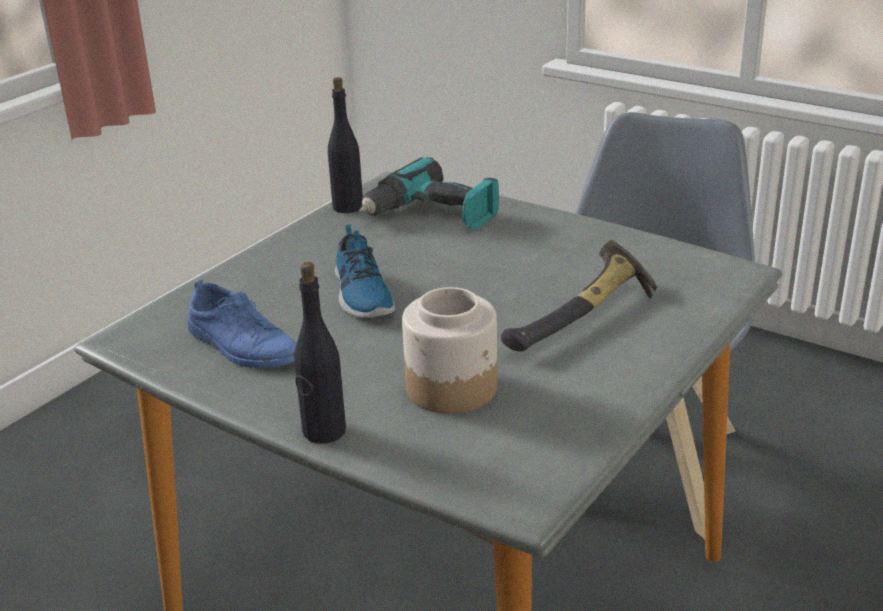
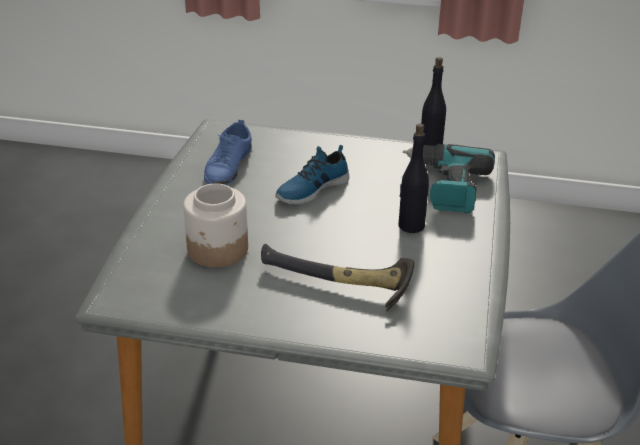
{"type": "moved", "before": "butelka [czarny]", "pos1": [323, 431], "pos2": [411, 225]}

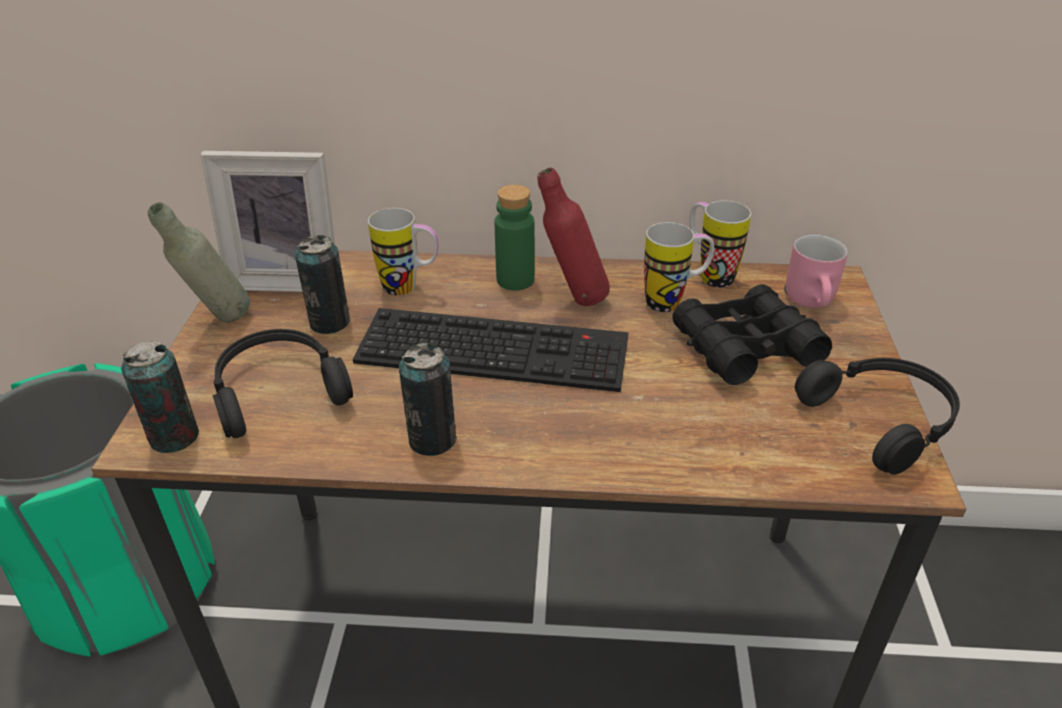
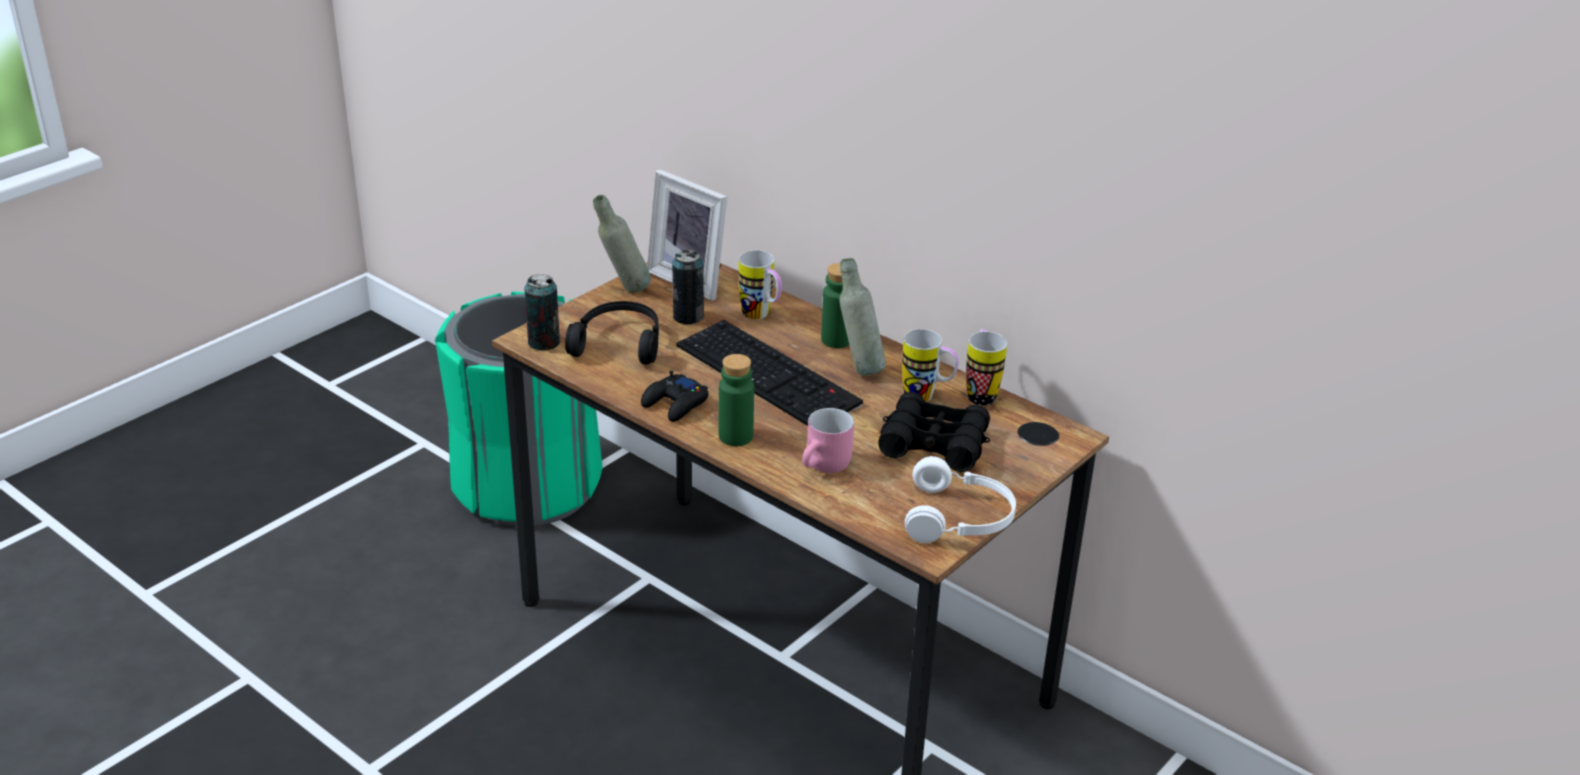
{"type": "replaced", "before": "puszka", "after": "pad do gier [czarny]", "pos1": [432, 439], "pos2": [675, 404]}
{"type": "recoloured", "before": "butelka [czerwony]", "after": "butelka [szary]", "pos1": [573, 300], "pos2": [858, 368]}
{"type": "moved", "before": "kubek [różowy]", "pos1": [814, 301], "pos2": [827, 467]}
{"type": "recoloured", "before": "słuchawki [czarny]", "after": "słuchawki [biały]", "pos1": [882, 420], "pos2": [960, 518]}
{"type": "added", "after": "butelka [zielony]", "pos2": [735, 436]}

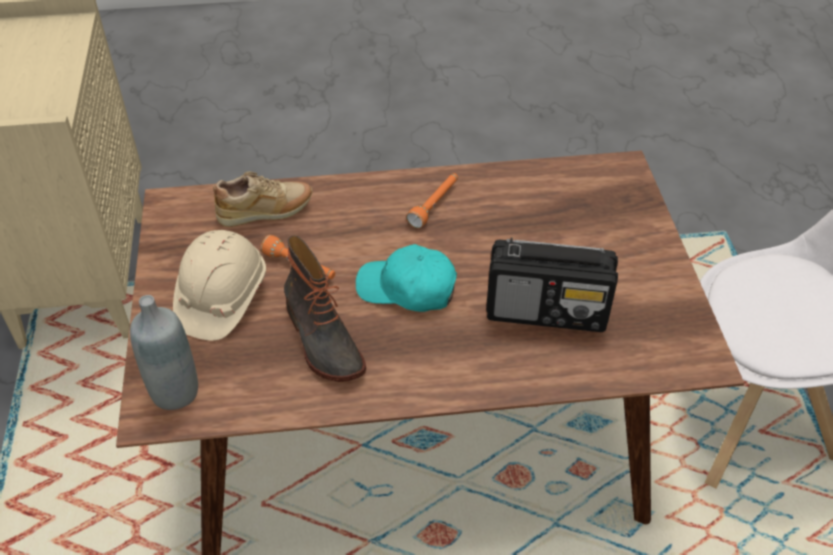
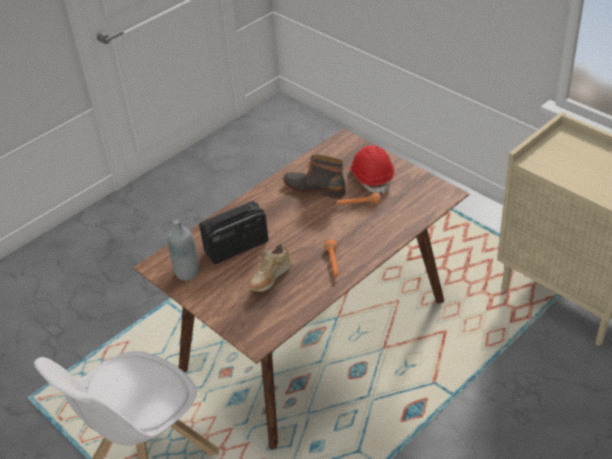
{"type": "moved", "before": "butelka [szary]", "pos1": [175, 392], "pos2": [187, 272]}
{"type": "recoloured", "before": "kask [beżowy]", "after": "kask [czerwony]", "pos1": [221, 298], "pos2": [371, 177]}
{"type": "moved", "before": "but [beżowy]", "pos1": [266, 213], "pos2": [270, 279]}
{"type": "removed", "before": "czapka z daszkiem [turkusowy]", "pos1": [407, 289]}

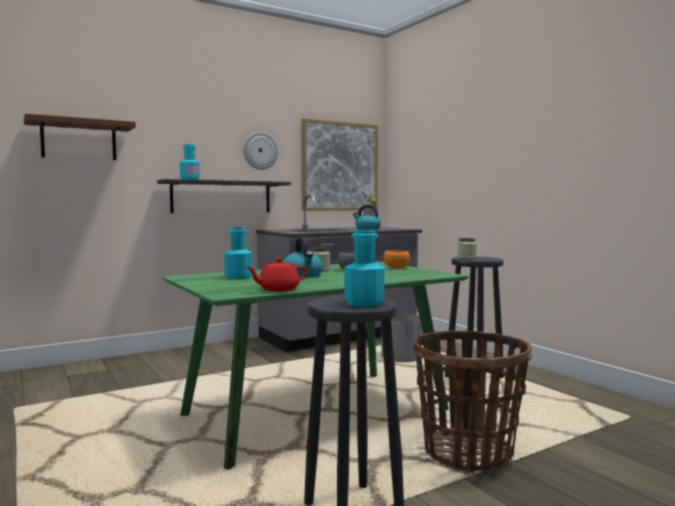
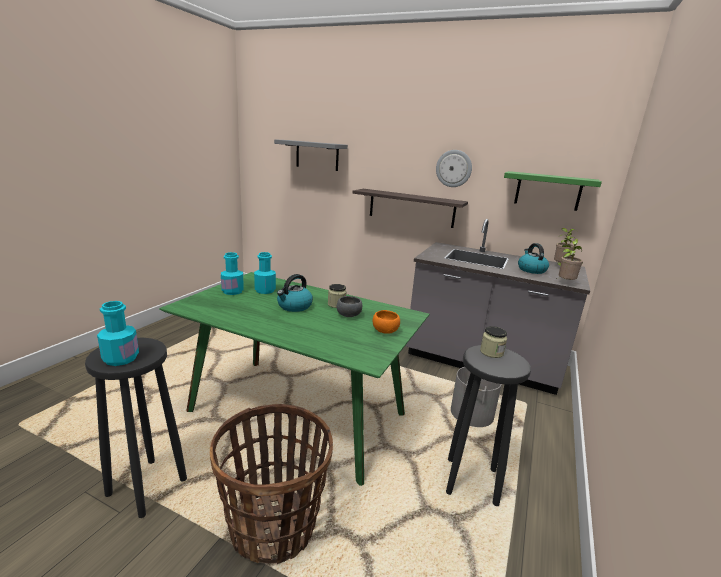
{"type": "recoloured", "before": "półka [brązowy]", "after": "półka [szary]", "pos1": [79, 140], "pos2": [317, 155]}
{"type": "moved", "before": "butelka [turkusowy]", "pos1": [190, 179], "pos2": [232, 291]}
{"type": "removed", "before": "imbryk [czerwony]", "pos1": [278, 289]}
{"type": "replaced", "before": "obraz", "after": "półka [zielony]", "pos1": [340, 166], "pos2": [548, 191]}
{"type": "added", "after": "roślina doniczkowa", "pos2": [564, 283]}

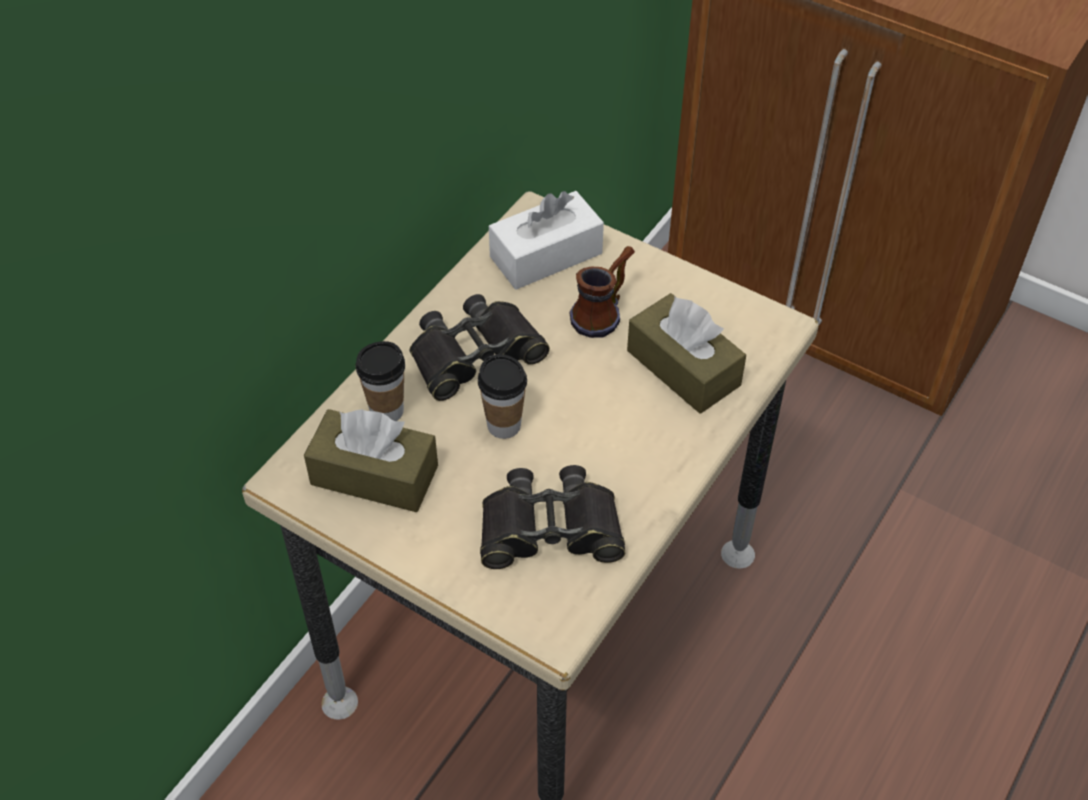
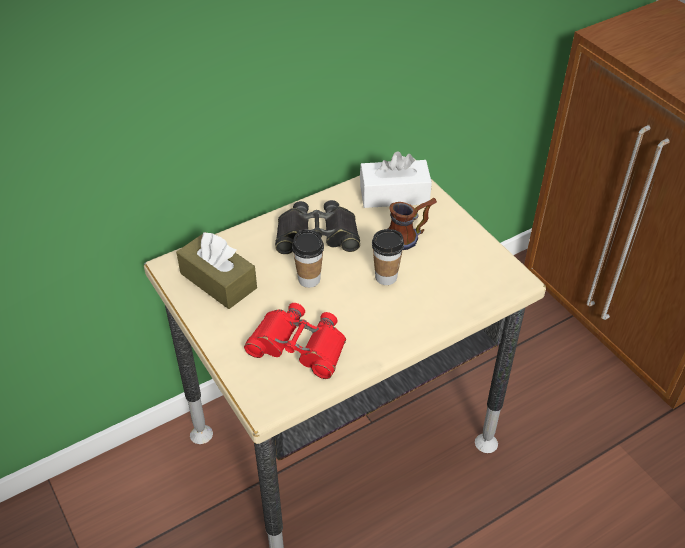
{"type": "moved", "before": "filiżanka", "pos1": [387, 411], "pos2": [386, 277]}
{"type": "recoloured", "before": "lornetka [czarny]", "after": "lornetka [czerwony]", "pos1": [550, 529], "pos2": [299, 346]}
{"type": "removed", "before": "pudełko chusteczek [brązowy]", "pos1": [683, 368]}

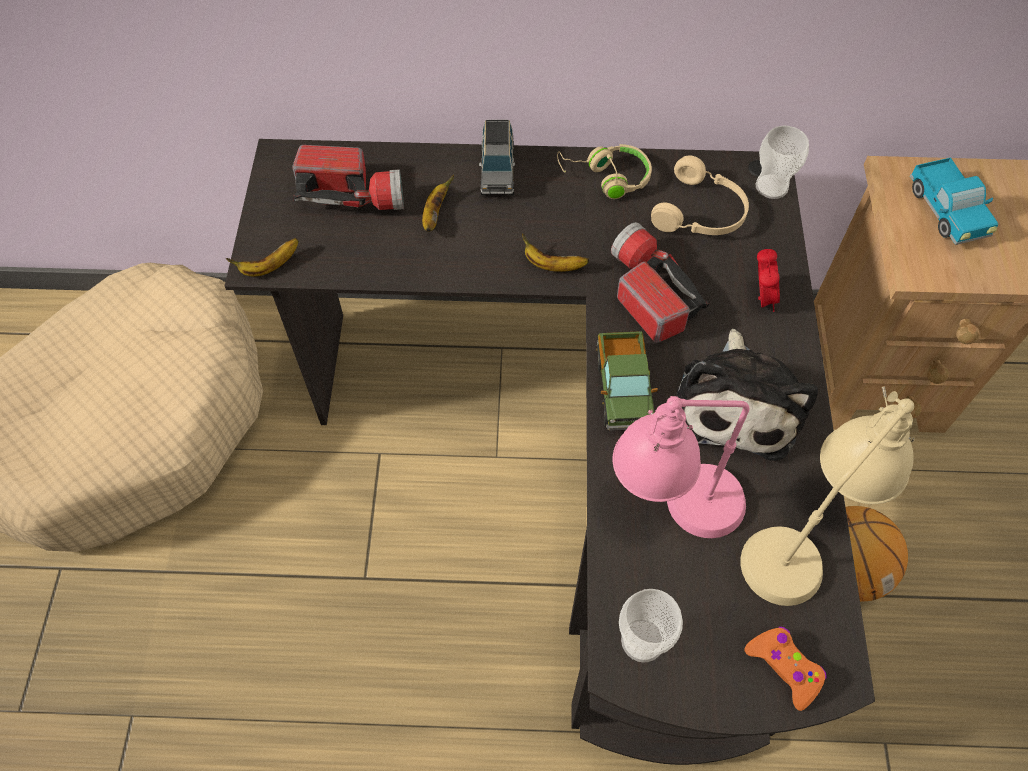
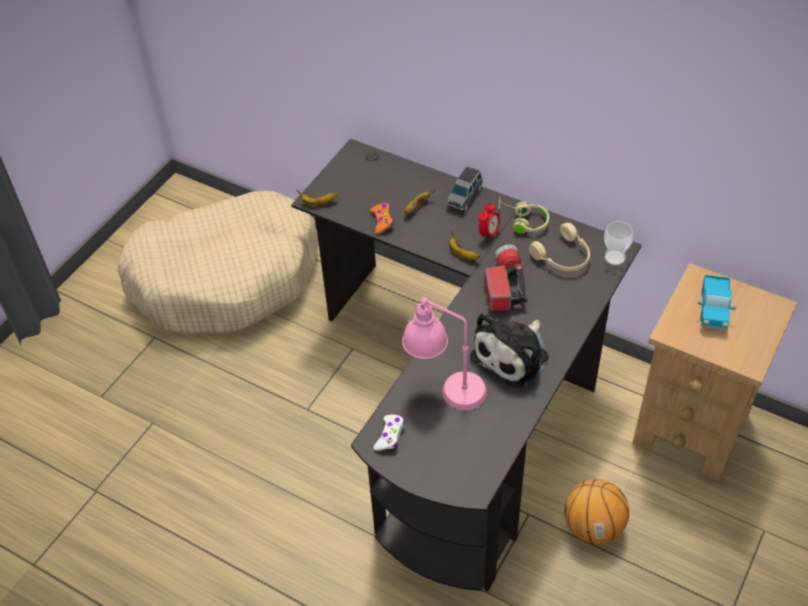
{"type": "removed", "before": "latarka", "pos1": [353, 194]}
{"type": "removed", "before": "ciężarówka zabawkowa", "pos1": [623, 388]}
{"type": "replaced", "before": "filiżanka", "after": "pad do gier [biały]", "pos1": [642, 640], "pos2": [390, 435]}
{"type": "removed", "before": "lampa stołowa [beżowy]", "pos1": [802, 540]}
{"type": "moved", "before": "pad do gier [pomarańczowy]", "pos1": [784, 667], "pos2": [382, 221]}
{"type": "moved", "before": "budzik", "pos1": [761, 298], "pos2": [488, 234]}

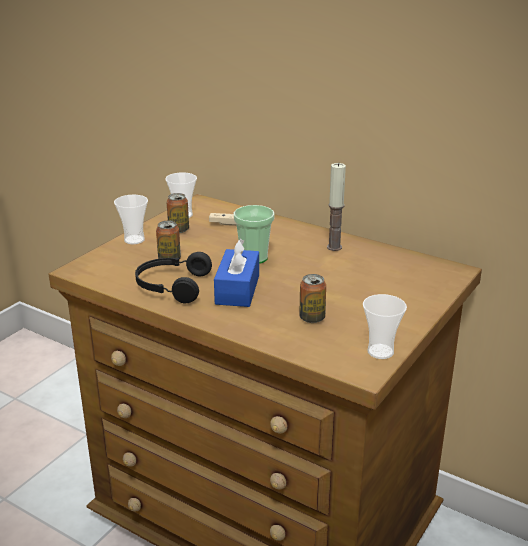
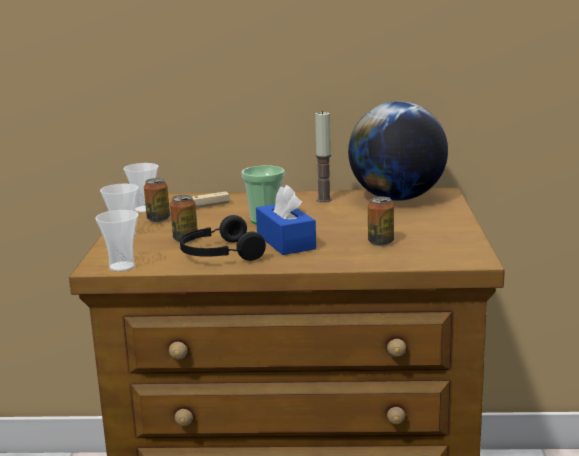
{"type": "moved", "before": "filiżanka", "pos1": [380, 351], "pos2": [122, 267]}
{"type": "added", "after": "globus", "pos2": [397, 198]}

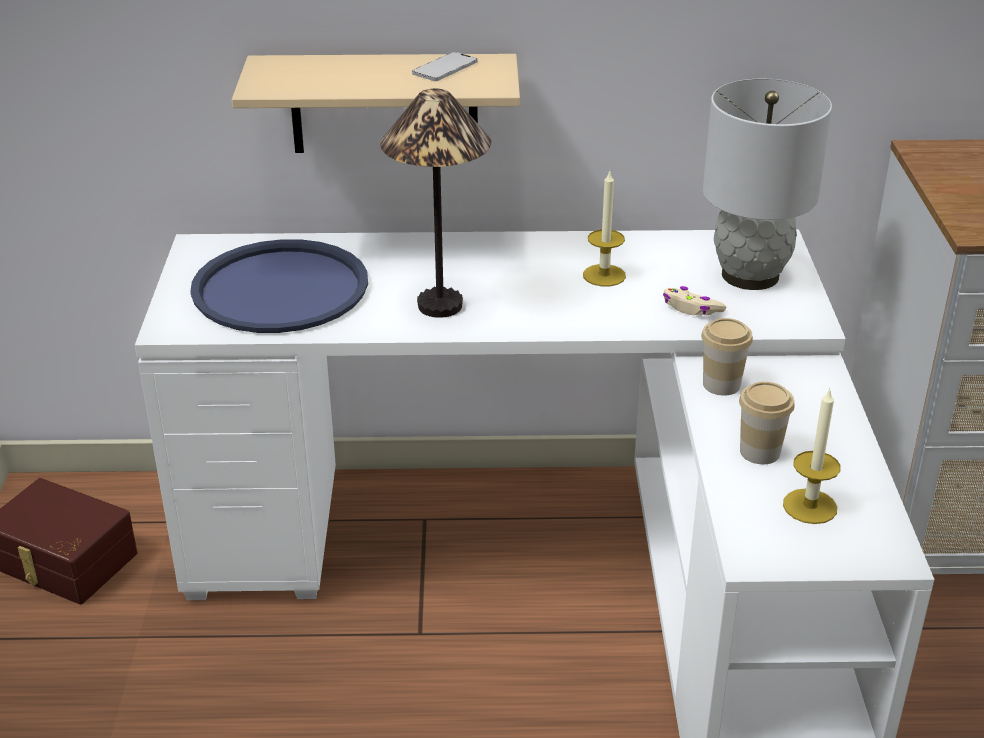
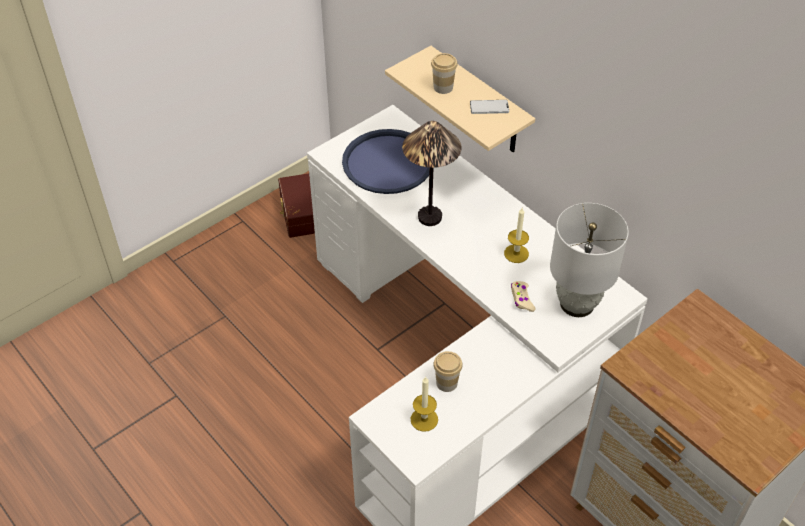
{"type": "moved", "before": "filiżanka", "pos1": [721, 384], "pos2": [443, 87]}

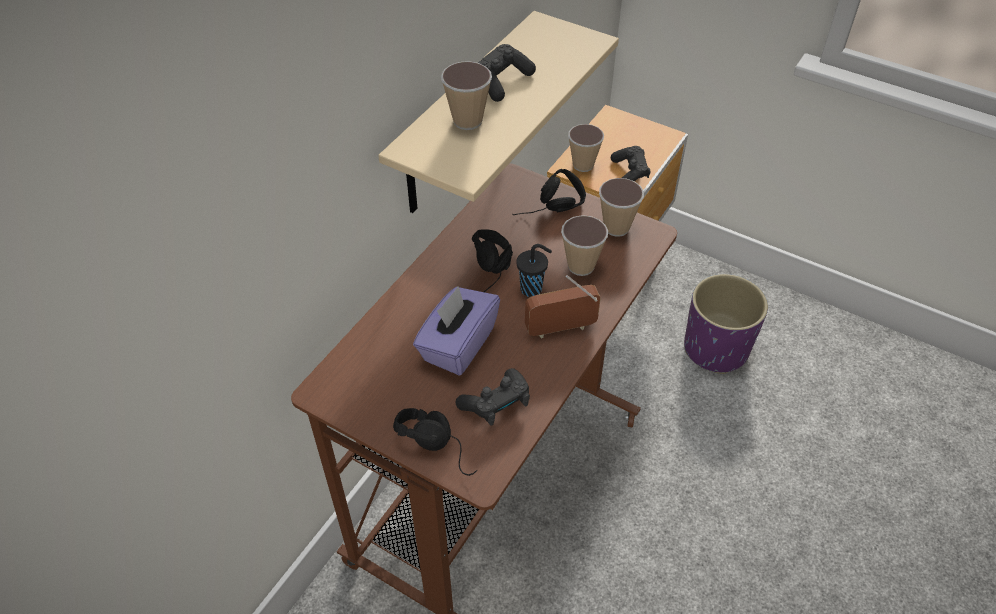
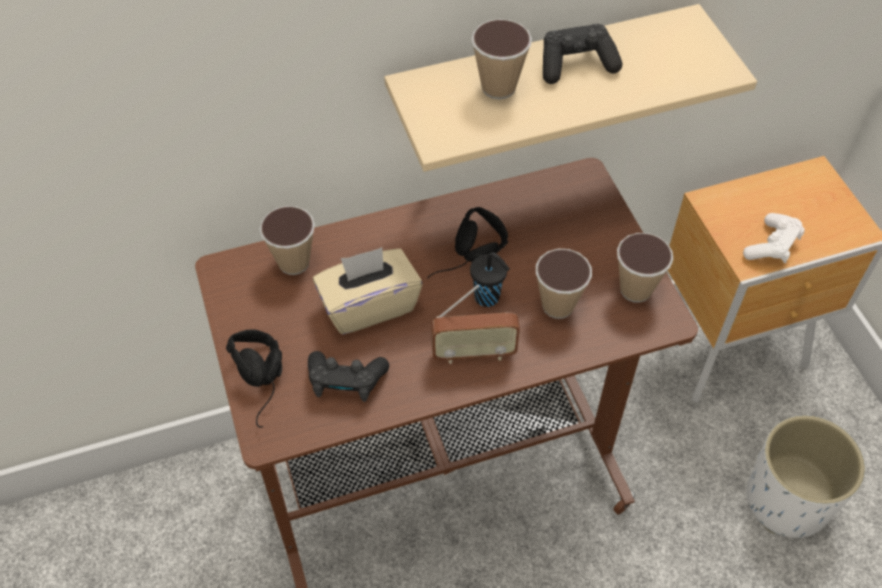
{"type": "recoloured", "before": "pudełko chusteczek [fioletowy]", "after": "pudełko chusteczek [beżowy]", "pos1": [457, 345], "pos2": [369, 305]}
{"type": "removed", "before": "słuchawki [czarny]", "pos1": [551, 211]}
{"type": "turned", "before": "radio", "pos1": [561, 329], "pos2": [474, 353], "turn": 150}
{"type": "moved", "before": "filiżanka", "pos1": [583, 165], "pos2": [294, 262]}
{"type": "recoloured", "before": "pad do gier [czarny]", "after": "pad do gier [biały]", "pos1": [629, 173], "pos2": [772, 246]}
{"type": "recoloured", "before": "donica [fioletowy]", "after": "donica [biały]", "pos1": [715, 348], "pos2": [787, 500]}

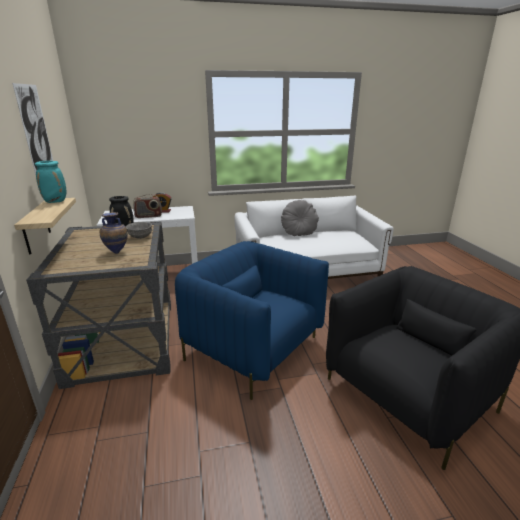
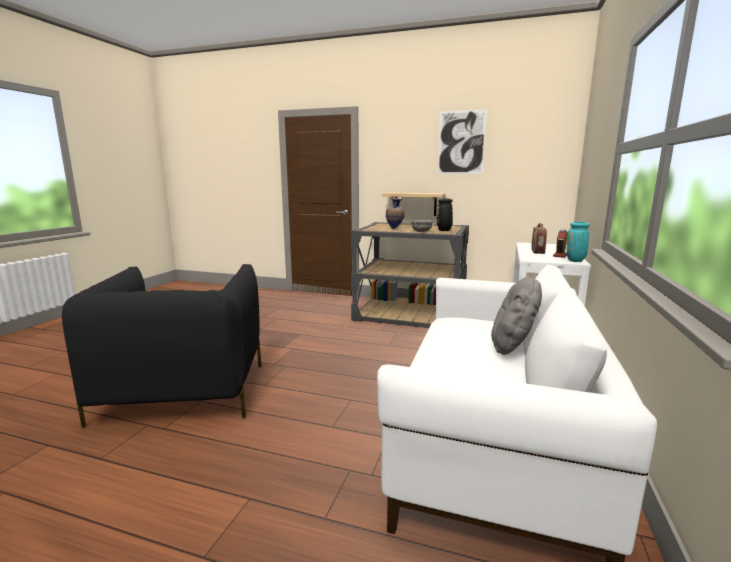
{"type": "moved", "before": "wazon [turkusowy]", "pos1": [56, 201], "pos2": [575, 261]}
{"type": "removed", "before": "fotel [niebieski]", "pos1": [253, 348]}

